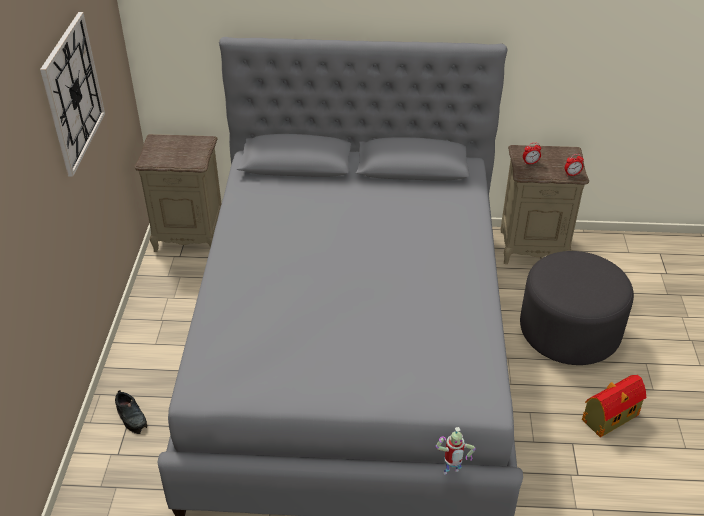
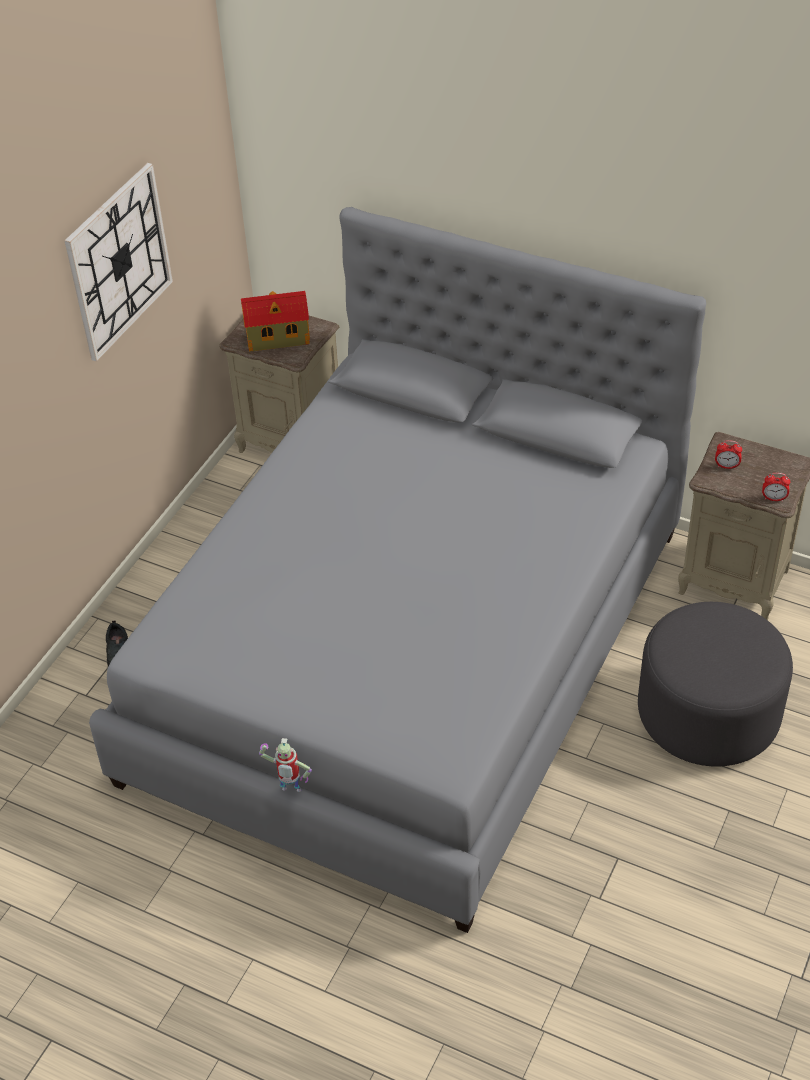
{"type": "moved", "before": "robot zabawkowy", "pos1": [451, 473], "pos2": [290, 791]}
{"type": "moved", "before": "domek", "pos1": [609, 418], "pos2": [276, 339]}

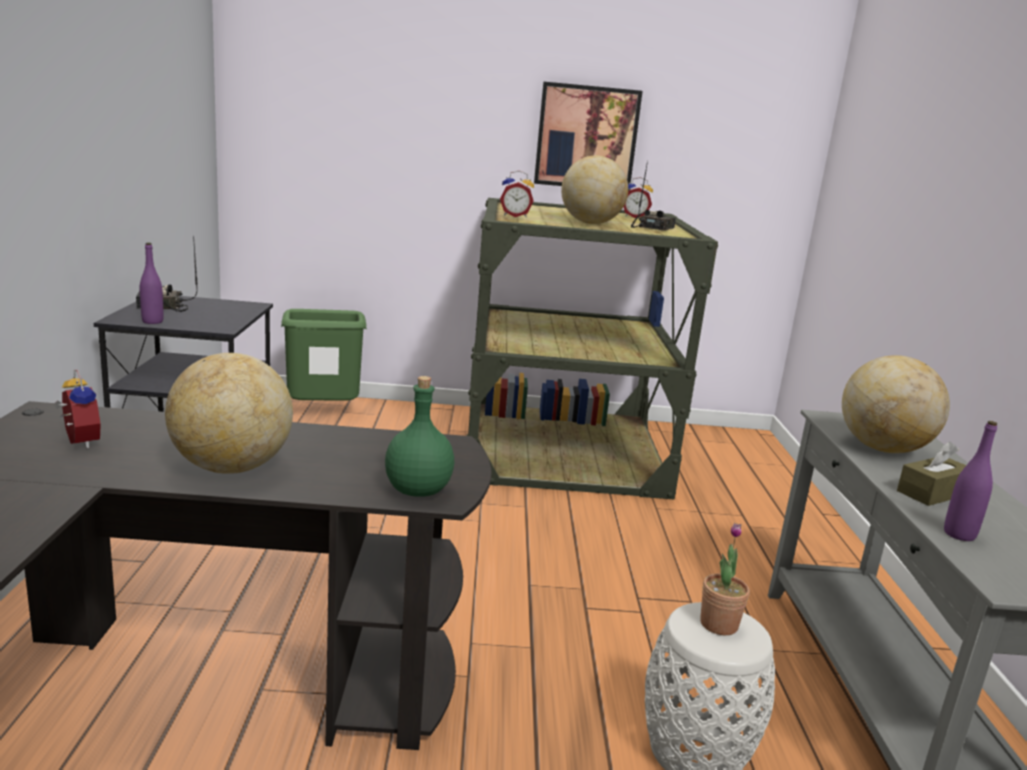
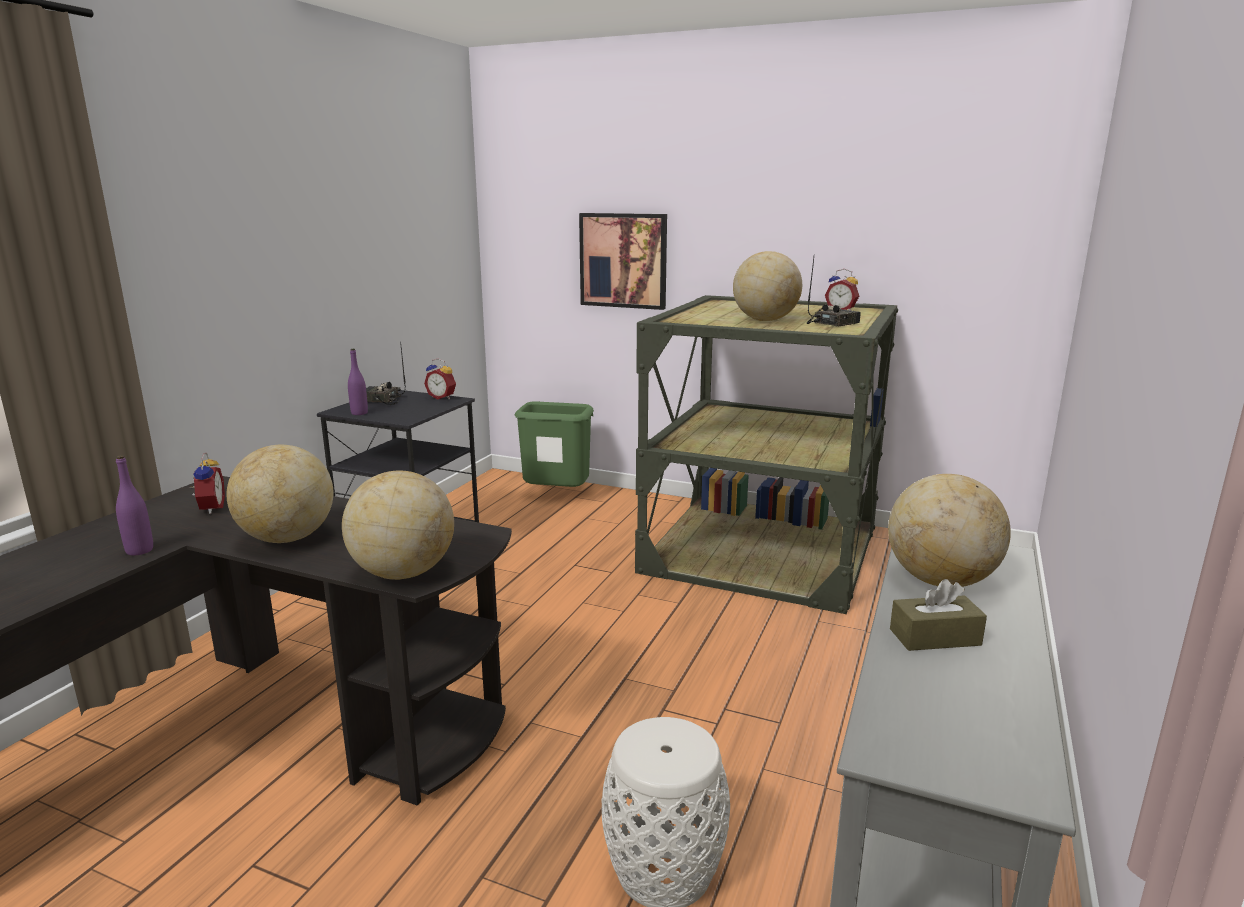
{"type": "replaced", "before": "butelka [zielony]", "after": "globus", "pos1": [417, 491], "pos2": [403, 573]}
{"type": "moved", "before": "budzik", "pos1": [515, 216], "pos2": [442, 397]}
{"type": "moved", "before": "obraz", "pos1": [586, 137], "pos2": [623, 260]}
{"type": "removed", "before": "roślina doniczkowa", "pos1": [718, 624]}
{"type": "moved", "before": "butelka [fioletowy]", "pos1": [959, 534], "pos2": [139, 550]}

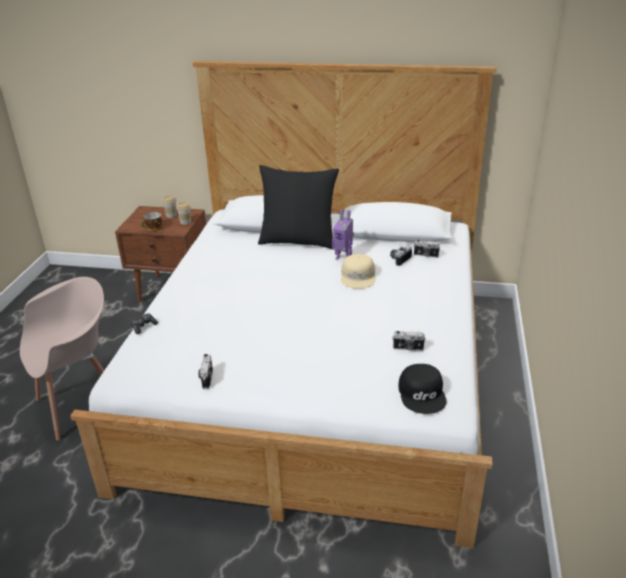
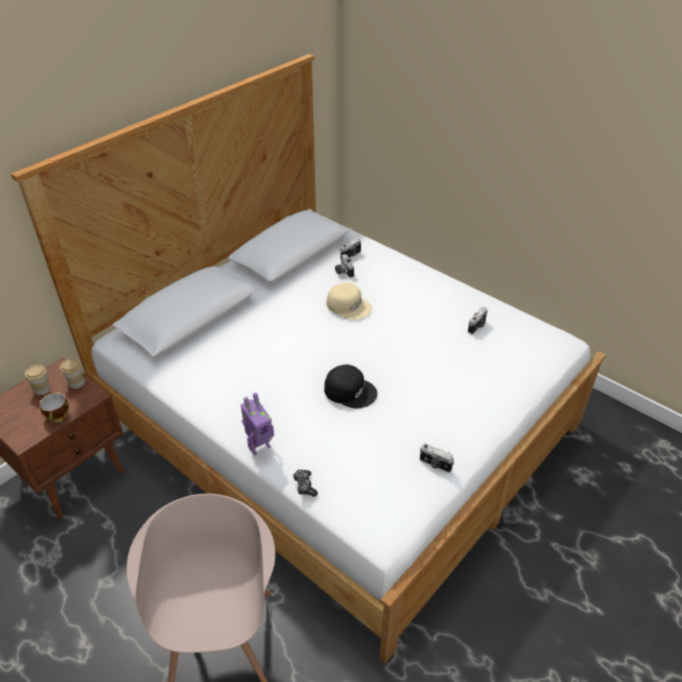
{"type": "removed", "before": "poduszka [czarny]", "pos1": [298, 241]}
{"type": "moved", "before": "robot zabawkowy", "pos1": [343, 258], "pos2": [259, 446]}
{"type": "moved", "before": "czapka z daszkiem [czarny]", "pos1": [422, 393], "pos2": [350, 390]}

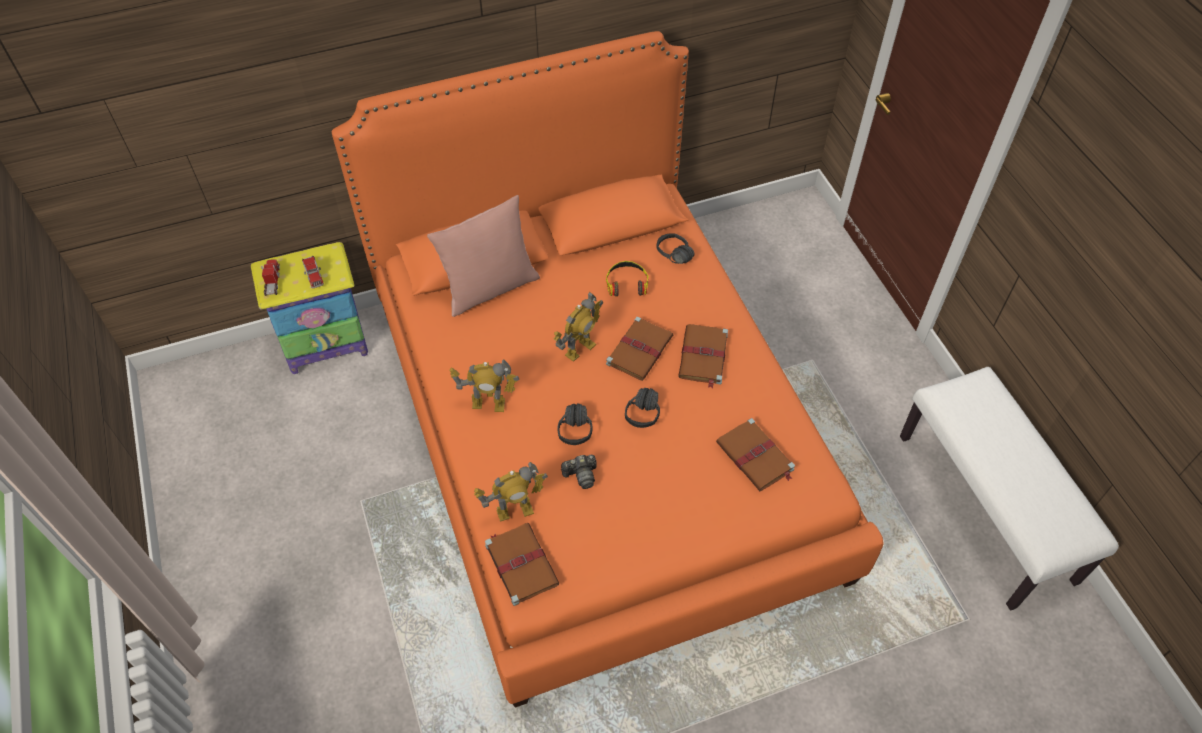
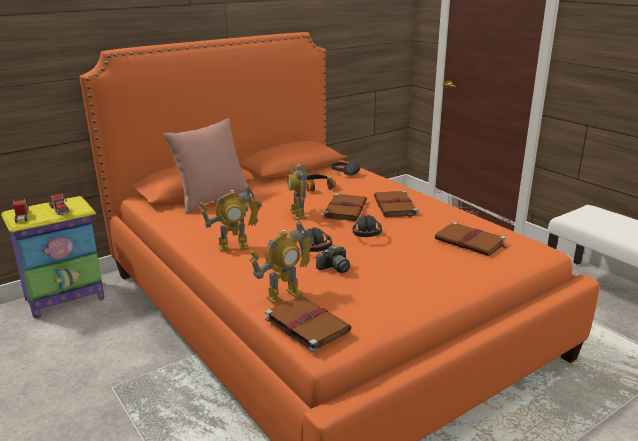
{"type": "turned", "before": "robot zabawkowy", "pos1": [579, 349], "pos2": [297, 214], "turn": 135}

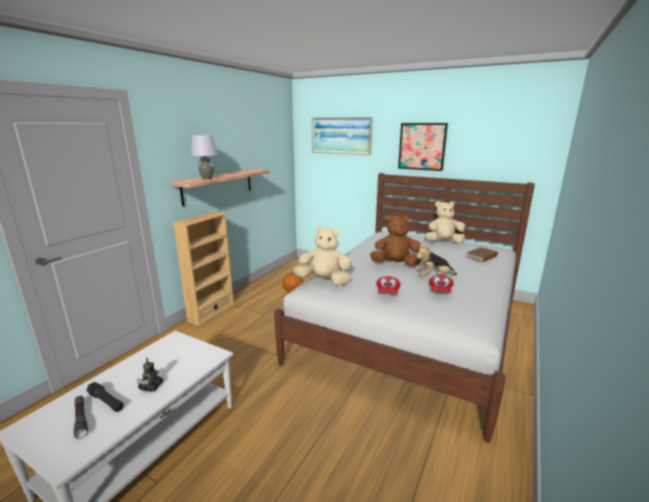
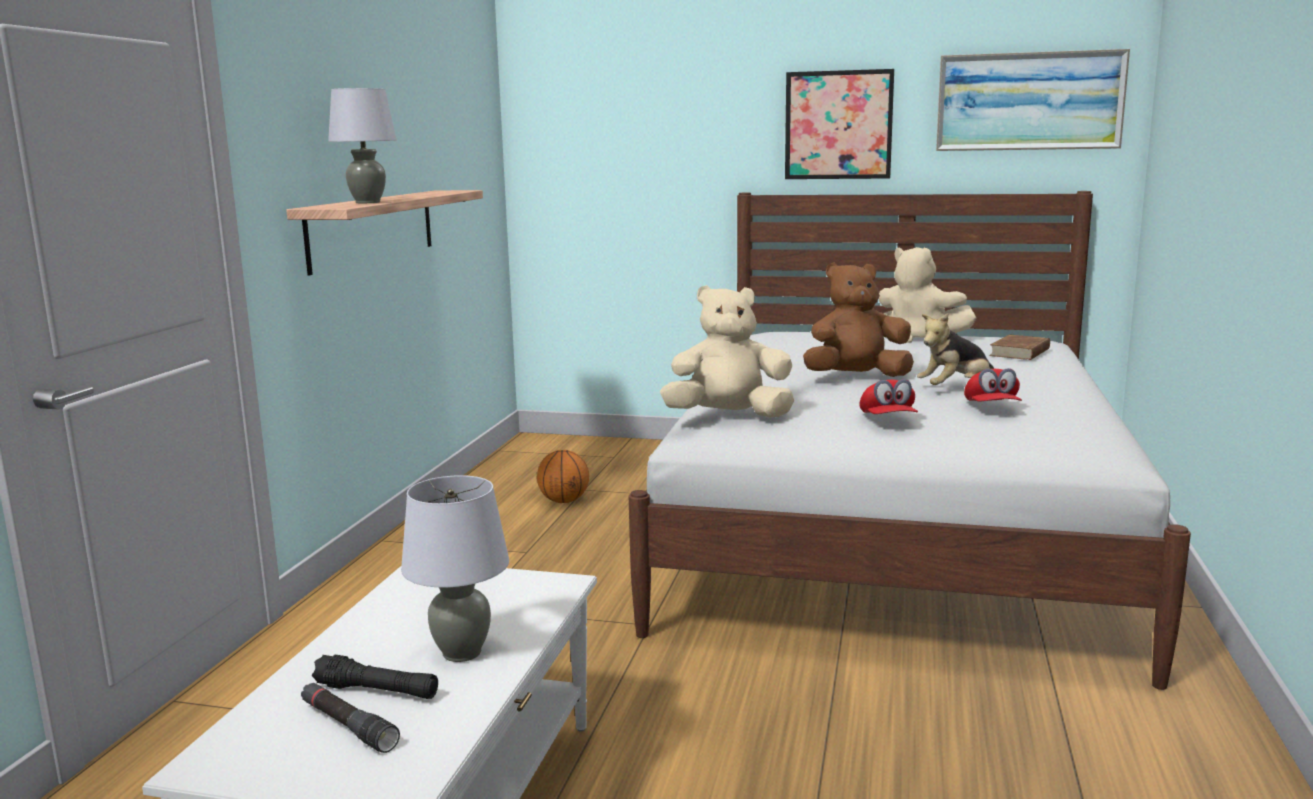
{"type": "replaced", "before": "robot zabawkowy", "after": "lampa stołowa [szary]", "pos1": [151, 386], "pos2": [462, 652]}
{"type": "removed", "before": "regał [beżowy]", "pos1": [211, 312]}
{"type": "moved", "before": "obraz", "pos1": [341, 135], "pos2": [1029, 101]}
{"type": "turned", "before": "pluszak [beżowy]", "pos1": [443, 242], "pos2": [919, 338], "turn": -120}

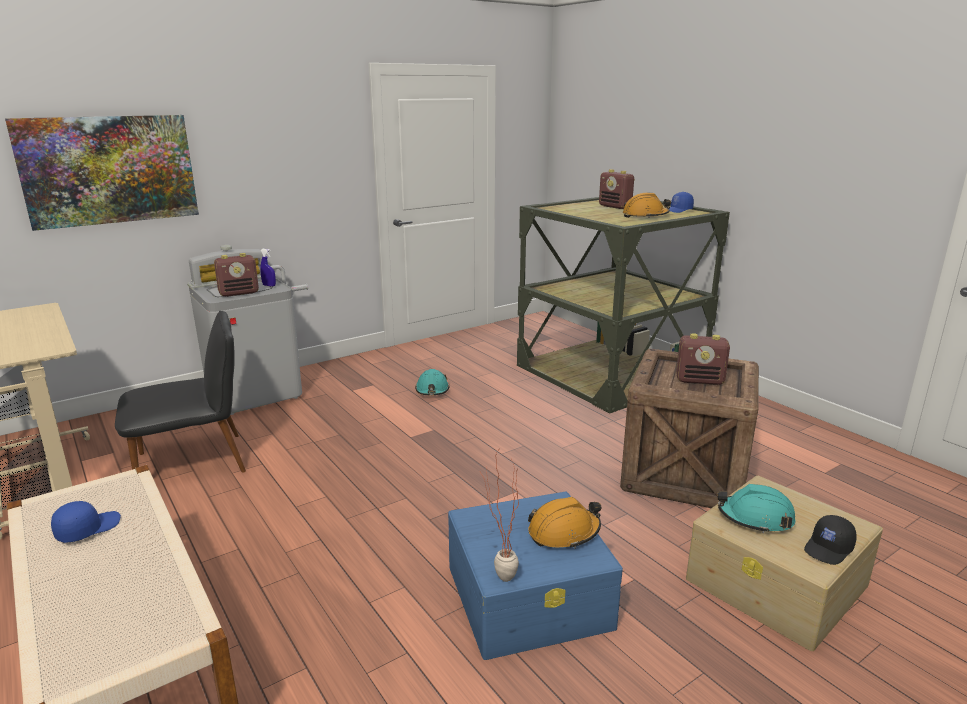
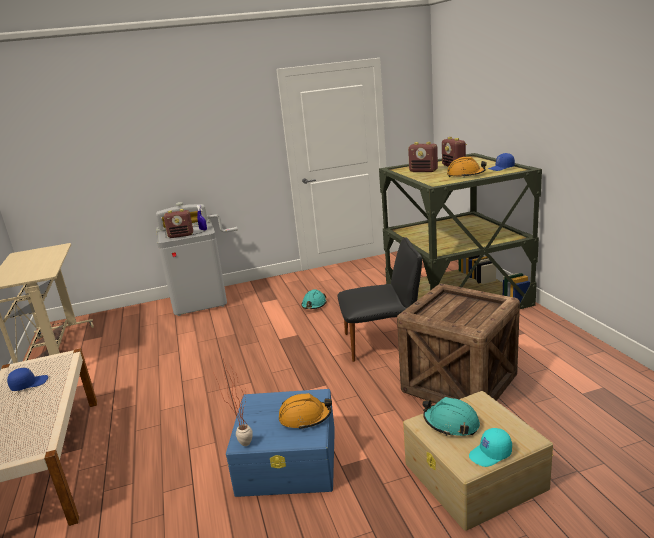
{"type": "removed", "before": "obraz", "pos1": [109, 170]}
{"type": "moved", "before": "krzesło [czarny]", "pos1": [192, 462], "pos2": [381, 342]}
{"type": "moved", "before": "radio", "pos1": [700, 381], "pos2": [423, 171]}
{"type": "recoloured", "before": "czapka z daszkiem [czarny]", "after": "czapka z daszkiem [turkusowy]", "pos1": [829, 549], "pos2": [490, 454]}

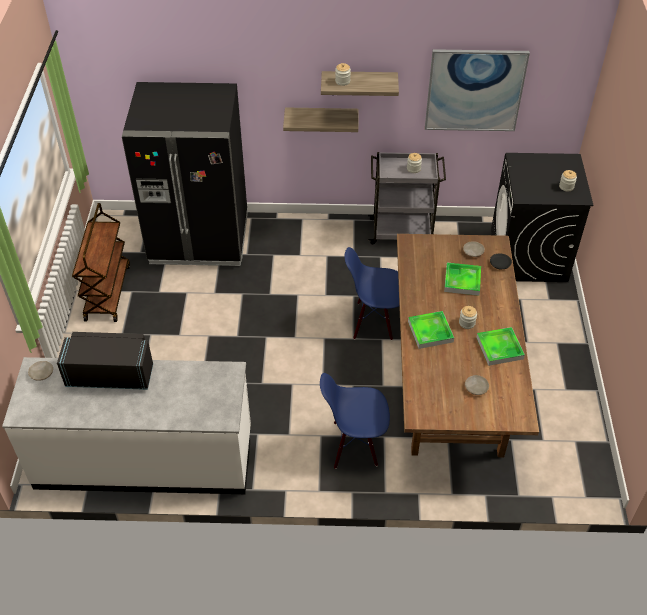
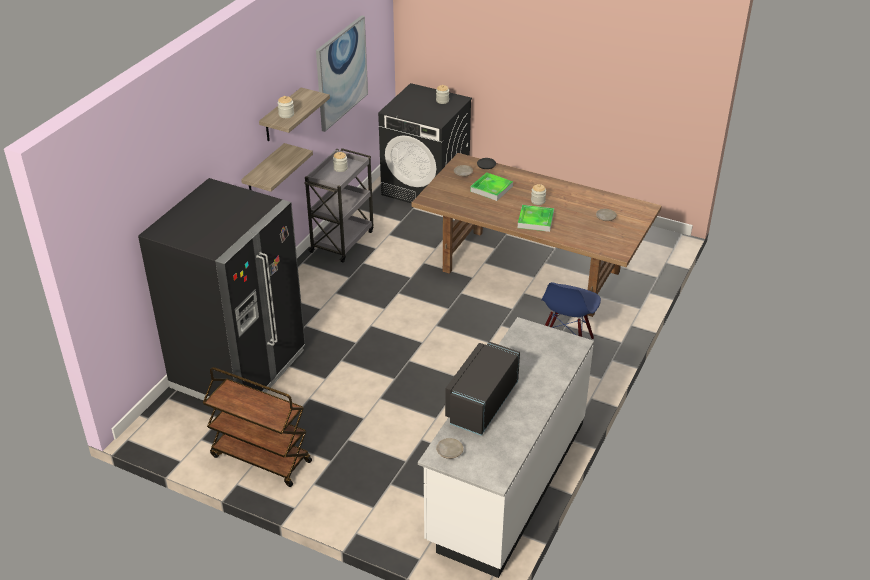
{"type": "removed", "before": "krzesło [niebieski]", "pos1": [373, 322]}
{"type": "removed", "before": "taca", "pos1": [499, 348]}

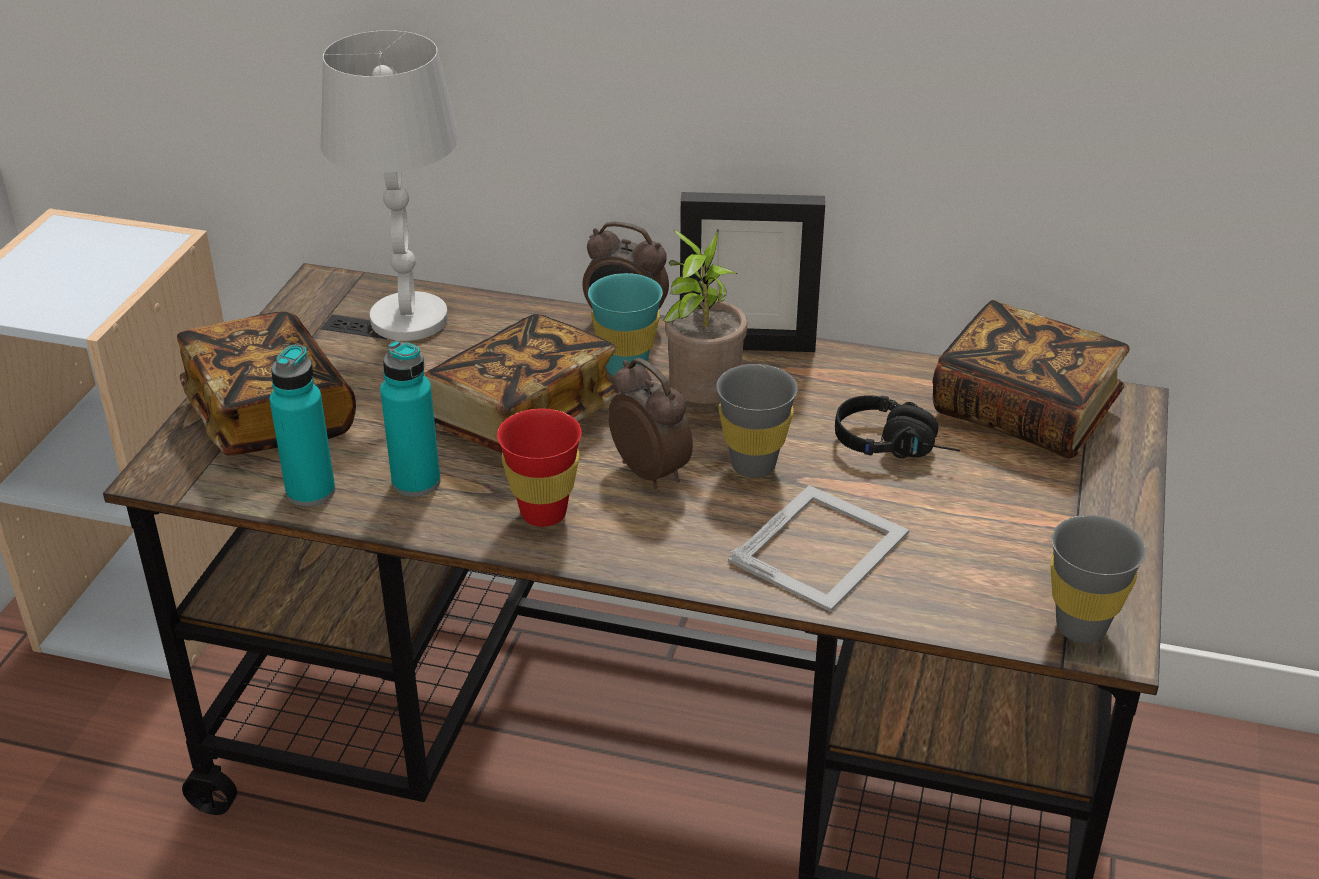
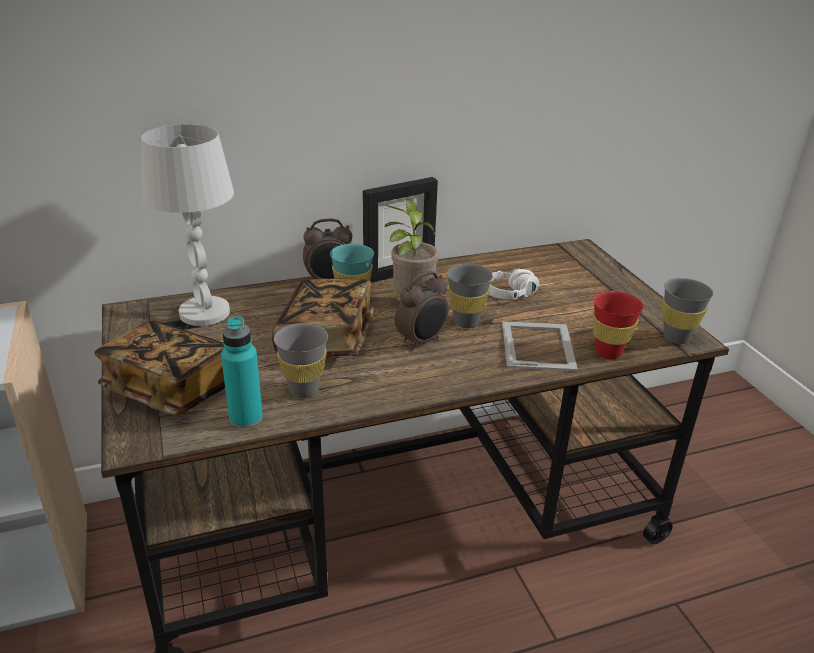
{"type": "replaced", "before": "butelka [turkusowy]", "after": "filiżanka [szary]", "pos1": [416, 482], "pos2": [304, 390]}
{"type": "moved", "before": "filiżanka [czerwony]", "pos1": [543, 513], "pos2": [608, 352]}
{"type": "turned", "before": "budzik", "pos1": [651, 471], "pos2": [422, 341], "turn": 120}
{"type": "recoloured", "before": "słuchawki [czarny]", "after": "słuchawki [biały]", "pos1": [896, 446], "pos2": [516, 293]}
{"type": "removed", "before": "książka", "pos1": [1024, 412]}

